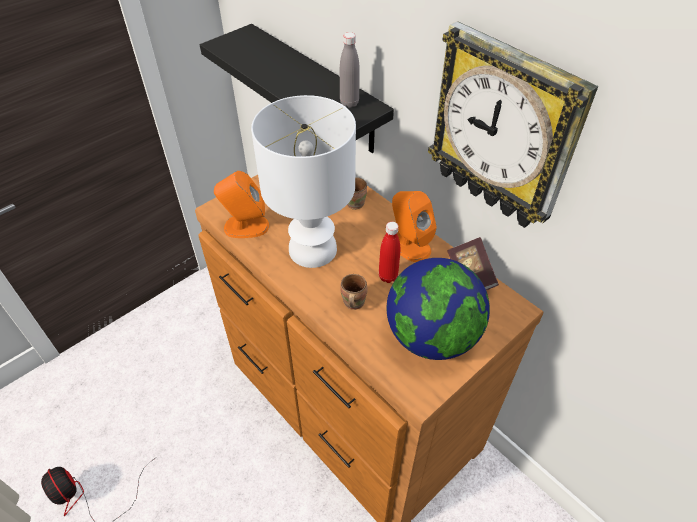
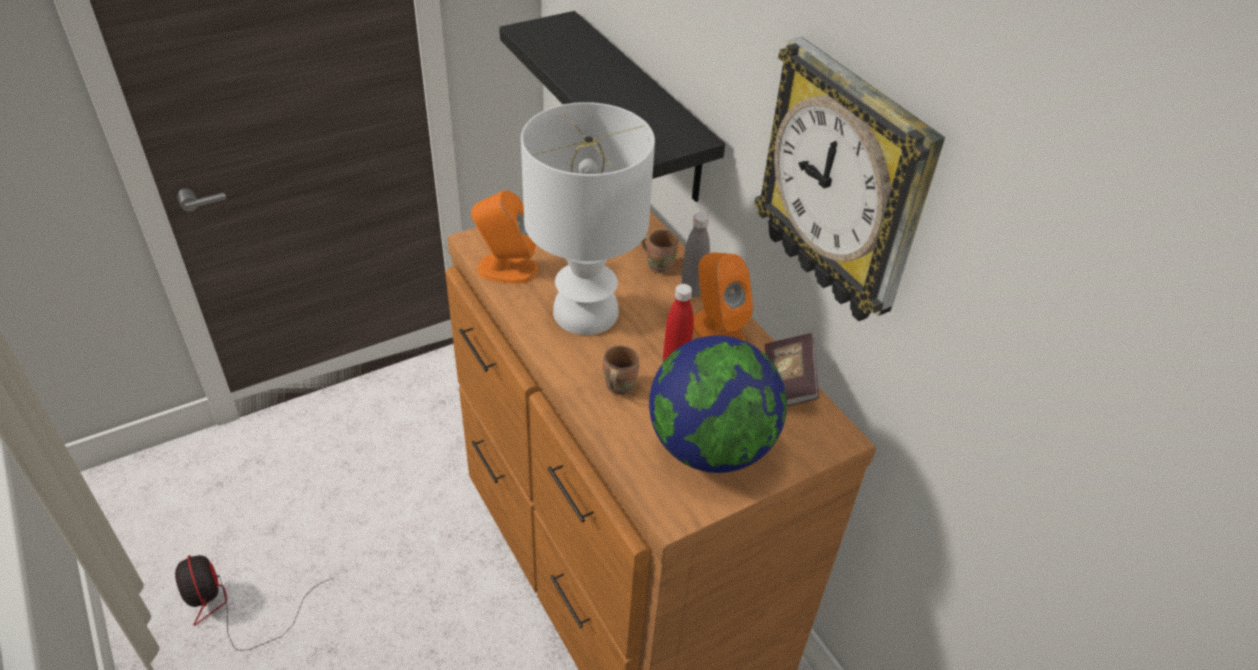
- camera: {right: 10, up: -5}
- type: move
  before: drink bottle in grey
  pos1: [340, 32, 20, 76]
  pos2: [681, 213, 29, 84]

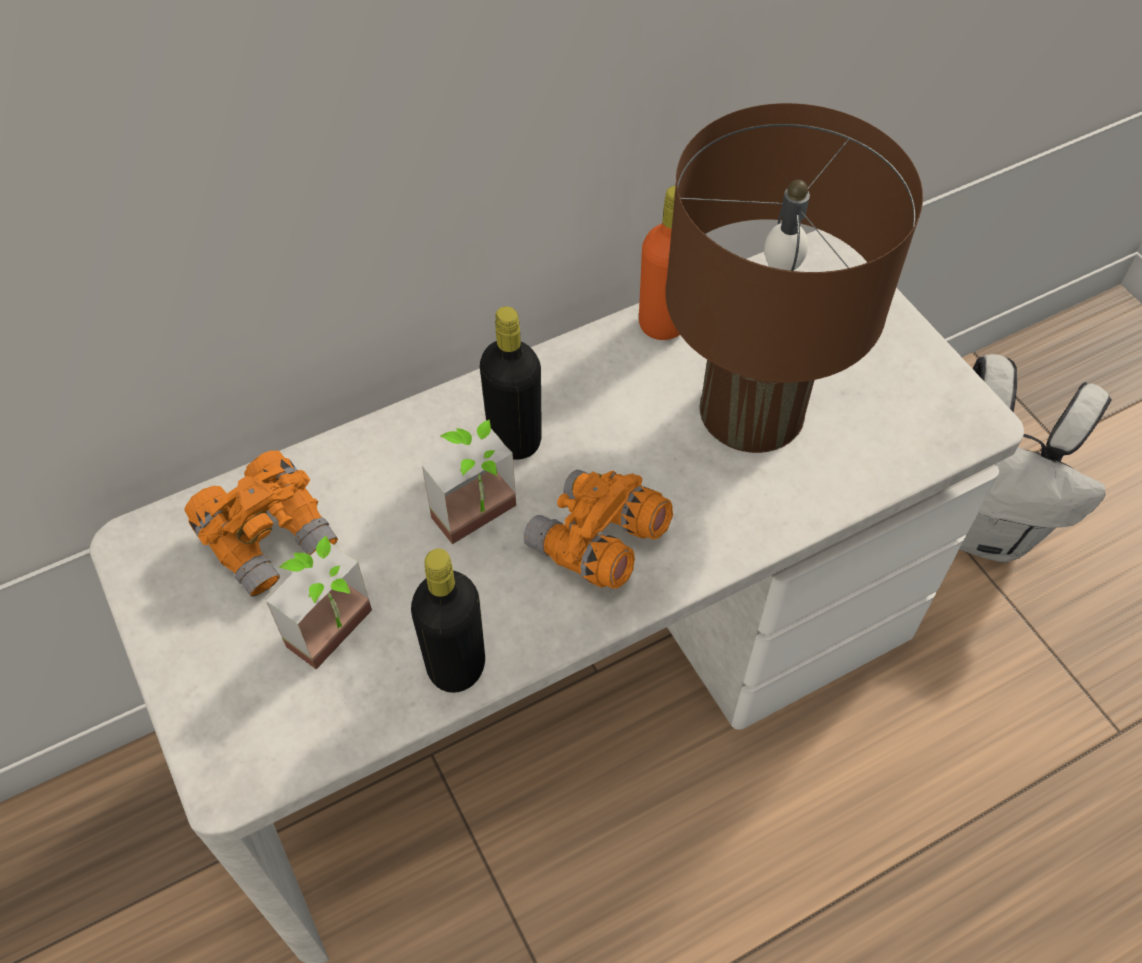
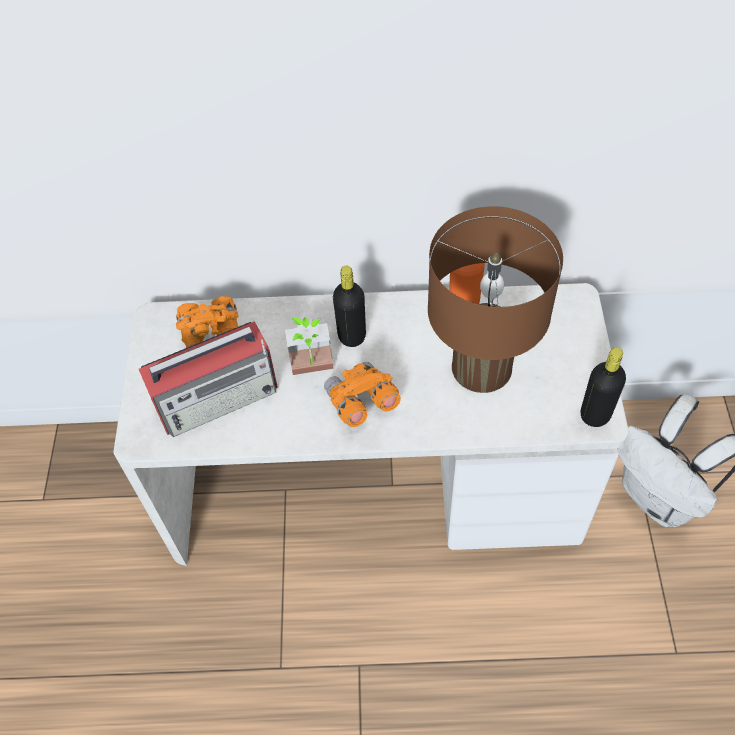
- camera: {right: 30, up: 0}
- type: move
  before: drink bottle in blackish
  pos1: [411, 549, 74, 144]
  pos2: [581, 347, 45, 80]
- type: replace
  before: houseplant
  after: radio receiver
  pos1: [266, 536, 106, 133]
  pos2: [139, 321, 139, 116]

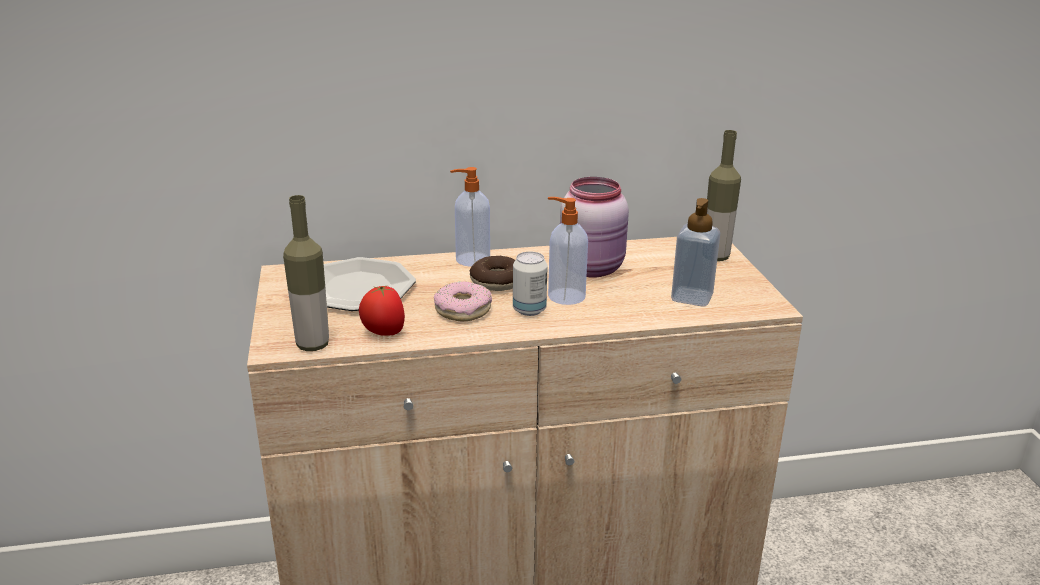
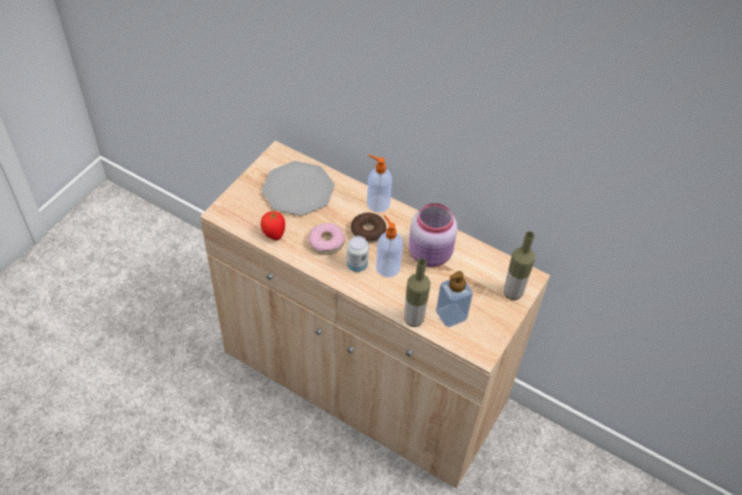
- camera: {right: 40, up: 25}
- type: move
  before: drink bottle
  pos1: [283, 195, 46, 156]
  pos2: [404, 258, 26, 69]

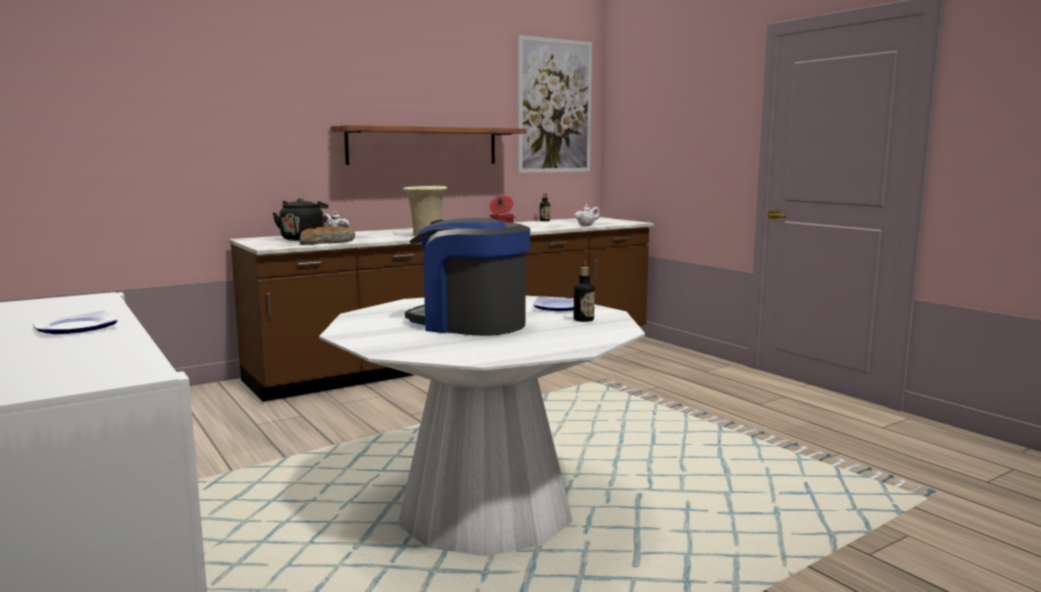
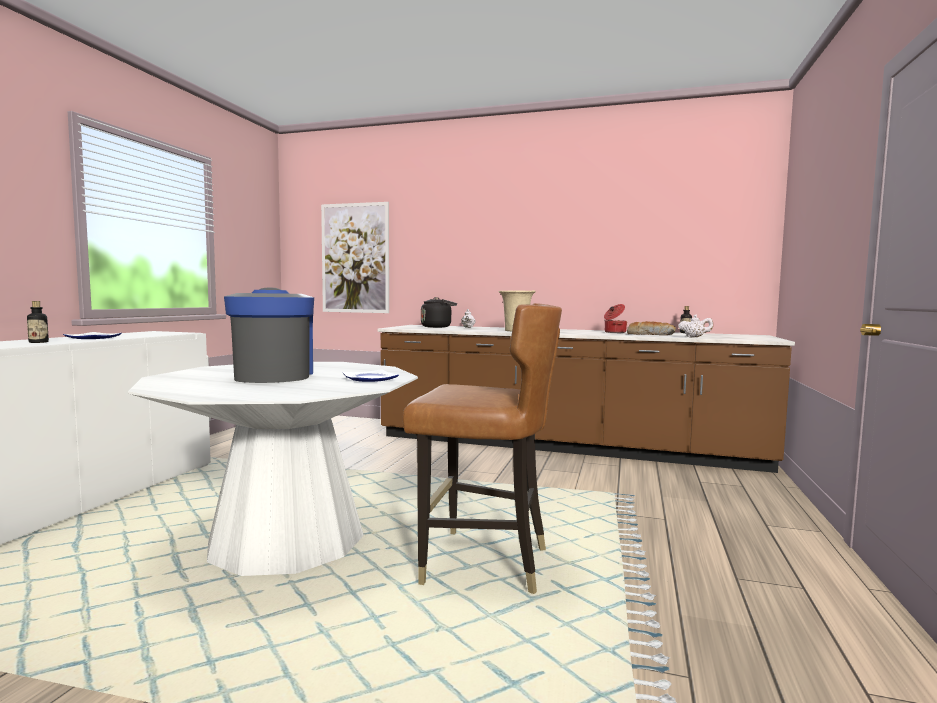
- camera: {right: 50, up: -5}
- type: delete
  before: wall shelf
  pos1: [330, 125, 197, 40]
- type: insert
  after: plain chair in brown
  pos2: [403, 303, 159, 291]
- type: move
  before: bakery bread
  pos1: [299, 227, 56, 18]
  pos2: [627, 321, 49, 14]
- type: move
  before: wall picture
  pos1: [518, 35, 74, 138]
  pos2: [321, 202, 68, 111]
- type: move
  before: drink bottle
  pos1: [574, 267, 21, 55]
  pos2: [27, 301, 22, 42]

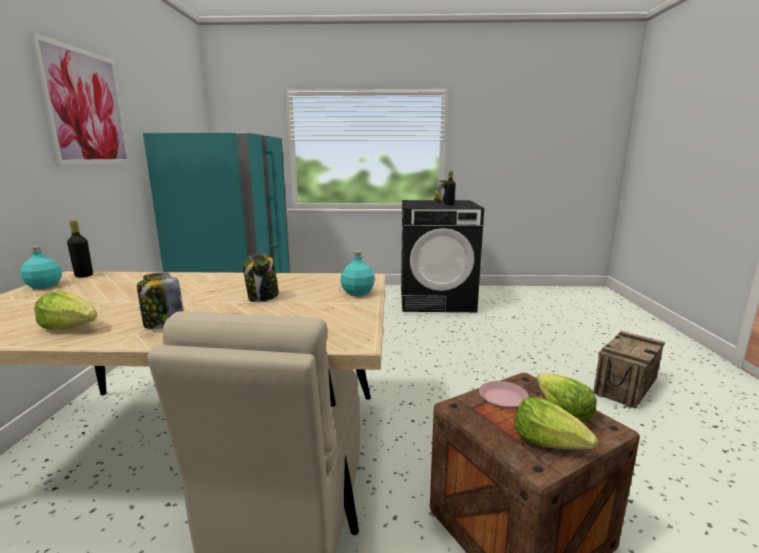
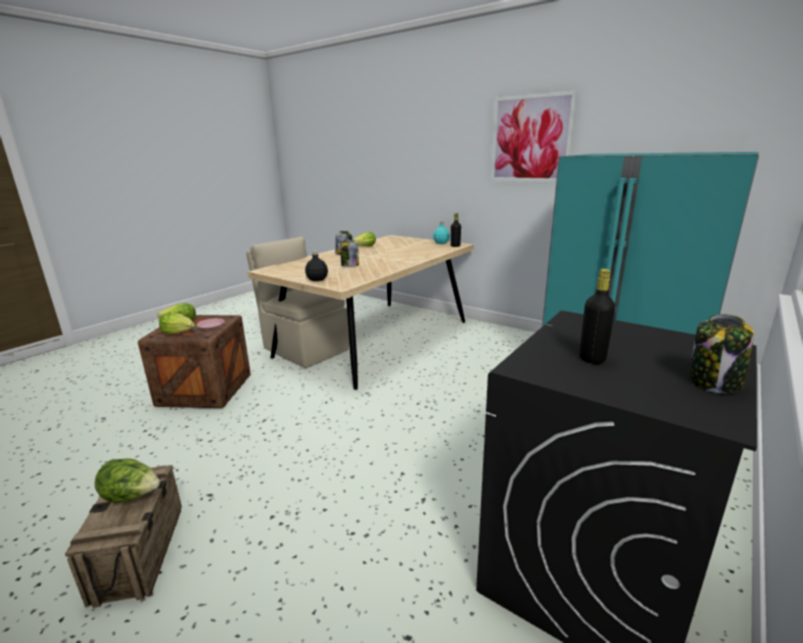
- camera: {right: 125, up: 5}
- type: insert
  after: lettuce
  pos2: [95, 458, 65, 45]
- type: recolor
  before: drink bottle in turquoise
  after: drink bottle in blackish
  pos1: [340, 251, 35, 45]
  pos2: [305, 251, 23, 30]

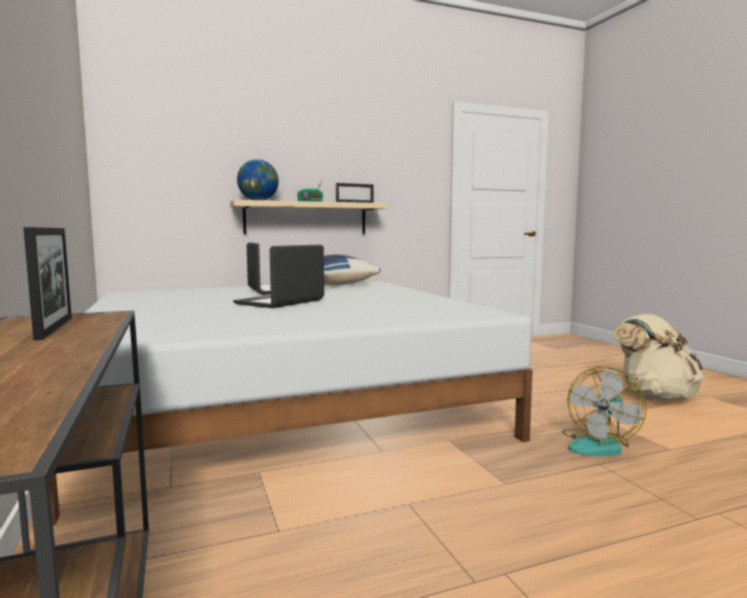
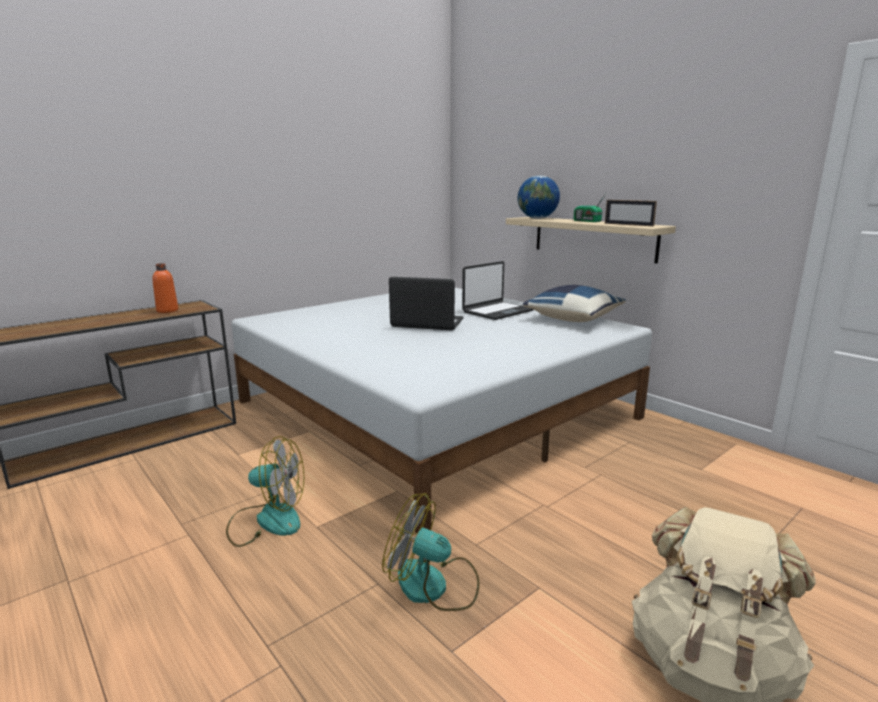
- camera: {right: 70, up: 10}
- type: insert
  after: electric fan
  pos2: [226, 436, 78, 111]
- type: replace
  before: picture frame
  after: drink bottle in orangey
  pos1: [23, 227, 49, 113]
  pos2: [152, 263, 26, 50]

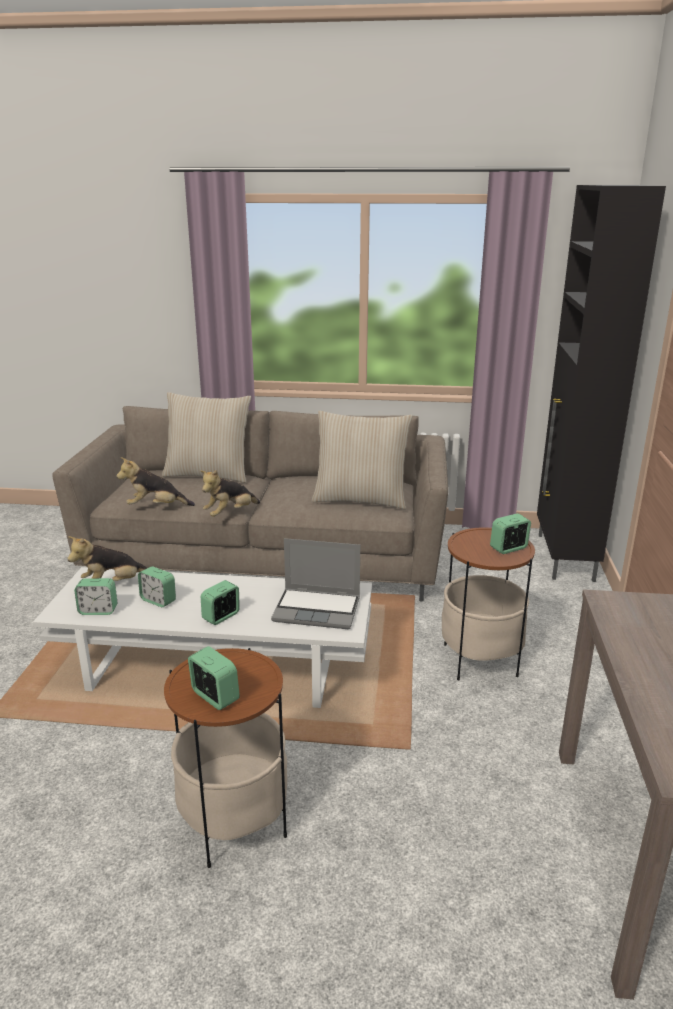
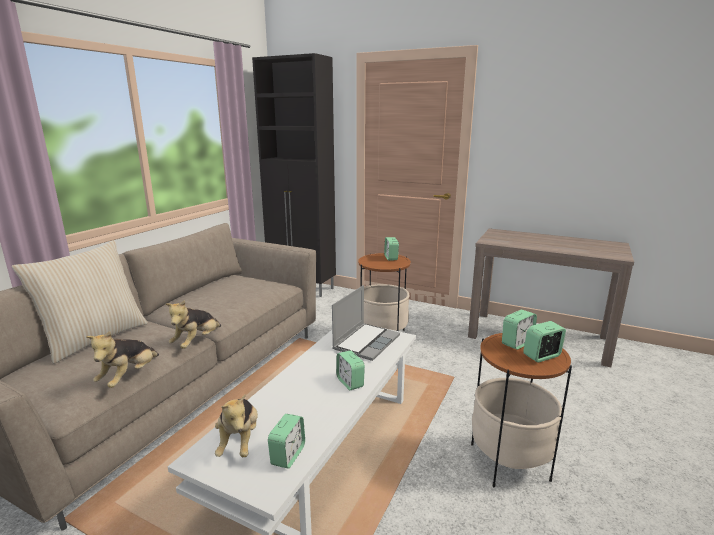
- camera: {right: -70, up: -5}
- type: delete
  before: pillow in beige-coloured
  pos1: [312, 411, 100, 98]
- type: move
  before: table clock
  pos1: [138, 566, 38, 41]
  pos2: [502, 310, 35, 40]
- type: rotate
  before: plush toy
  pos1: [200, 470, 60, 47]
  pos2: [166, 300, 55, 49]
  turn: 45

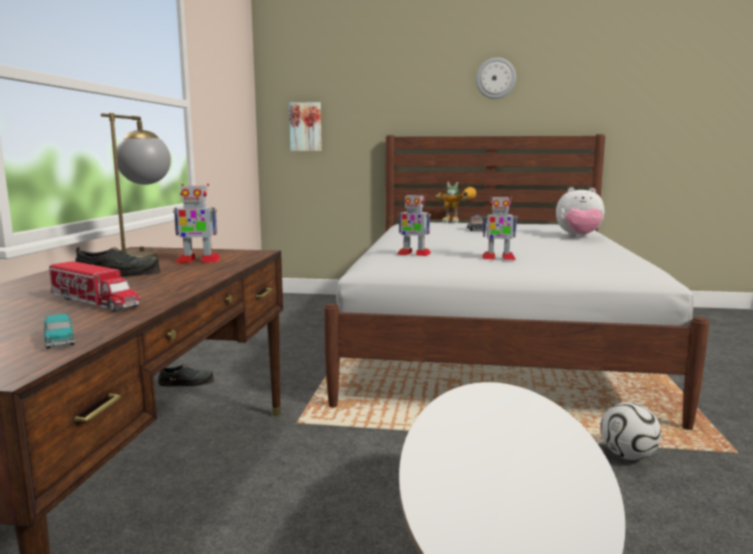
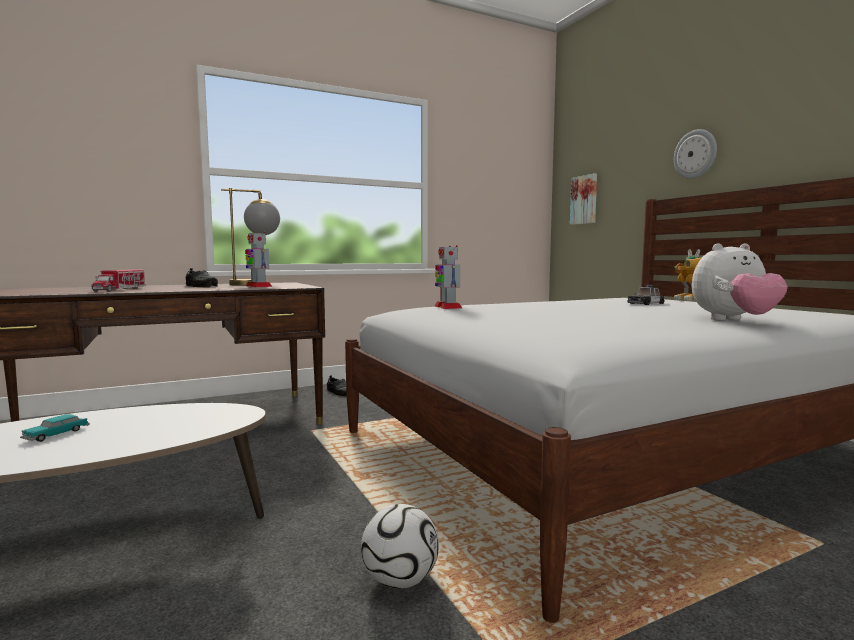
- camera: {right: 55, up: -5}
- type: delete
  before: robot figure
  pos1: [482, 196, 35, 64]
- type: move
  before: miniature car
  pos1: [43, 314, 32, 34]
  pos2: [20, 414, 70, 28]
- type: move
  before: wall clock
  pos1: [476, 58, 40, 41]
  pos2: [674, 129, 43, 50]
- type: rotate
  before: plush toy
  pos1: [556, 187, 48, 50]
  pos2: [692, 243, 96, 77]
  turn: -75

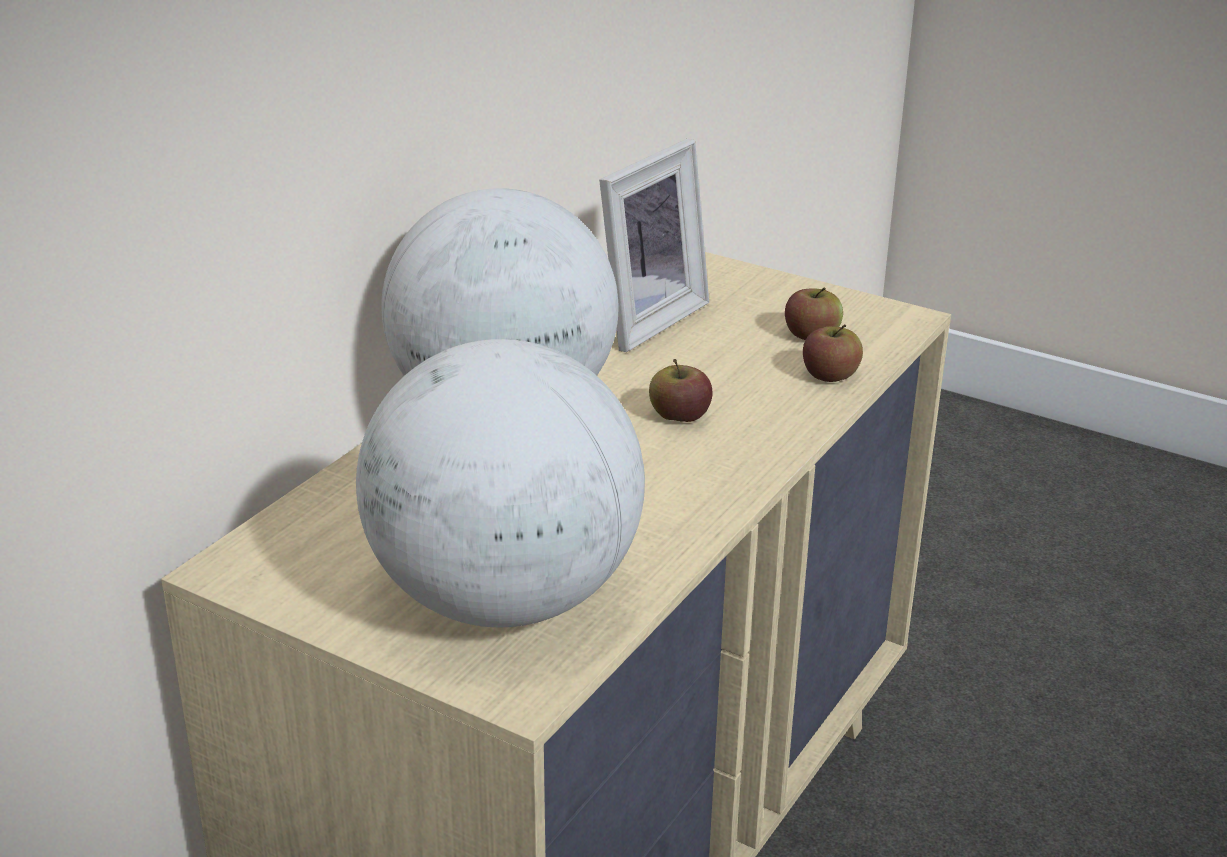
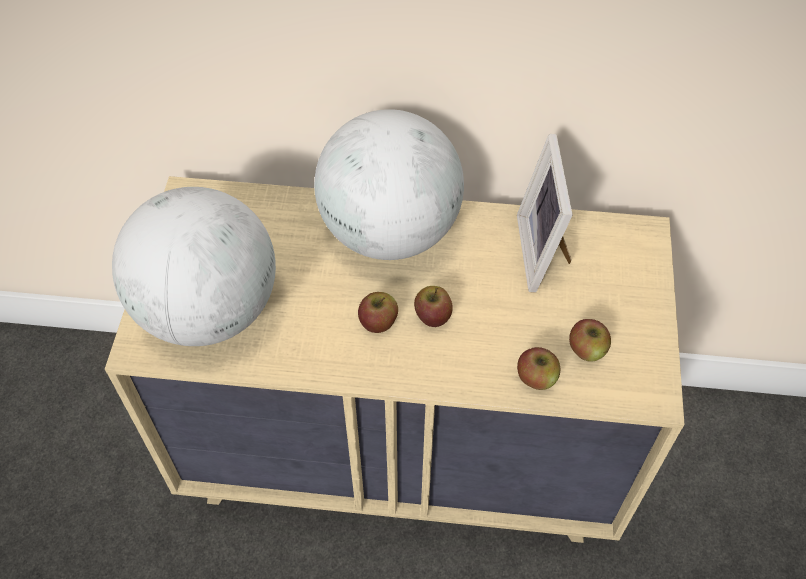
- camera: {right: 65, up: 25}
- type: insert
  after: apple fruit
  pos2: [358, 292, 40, 41]
- type: rotate
  before: picture frame
  pos1: [599, 139, 110, 213]
  pos2: [517, 134, 56, 159]
  turn: 75

